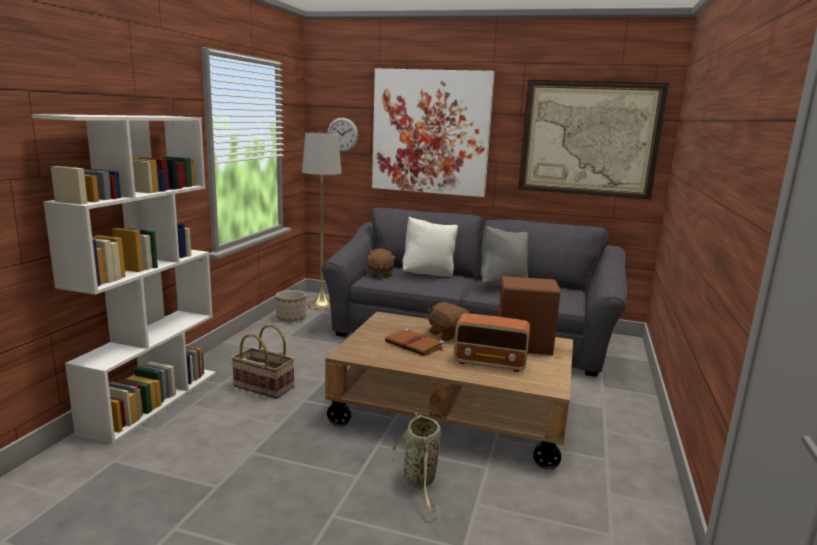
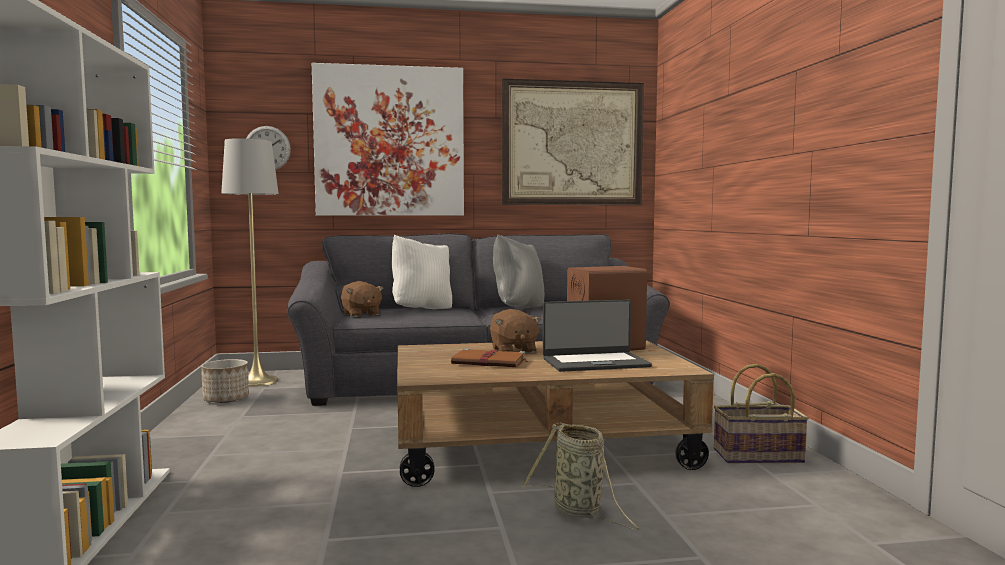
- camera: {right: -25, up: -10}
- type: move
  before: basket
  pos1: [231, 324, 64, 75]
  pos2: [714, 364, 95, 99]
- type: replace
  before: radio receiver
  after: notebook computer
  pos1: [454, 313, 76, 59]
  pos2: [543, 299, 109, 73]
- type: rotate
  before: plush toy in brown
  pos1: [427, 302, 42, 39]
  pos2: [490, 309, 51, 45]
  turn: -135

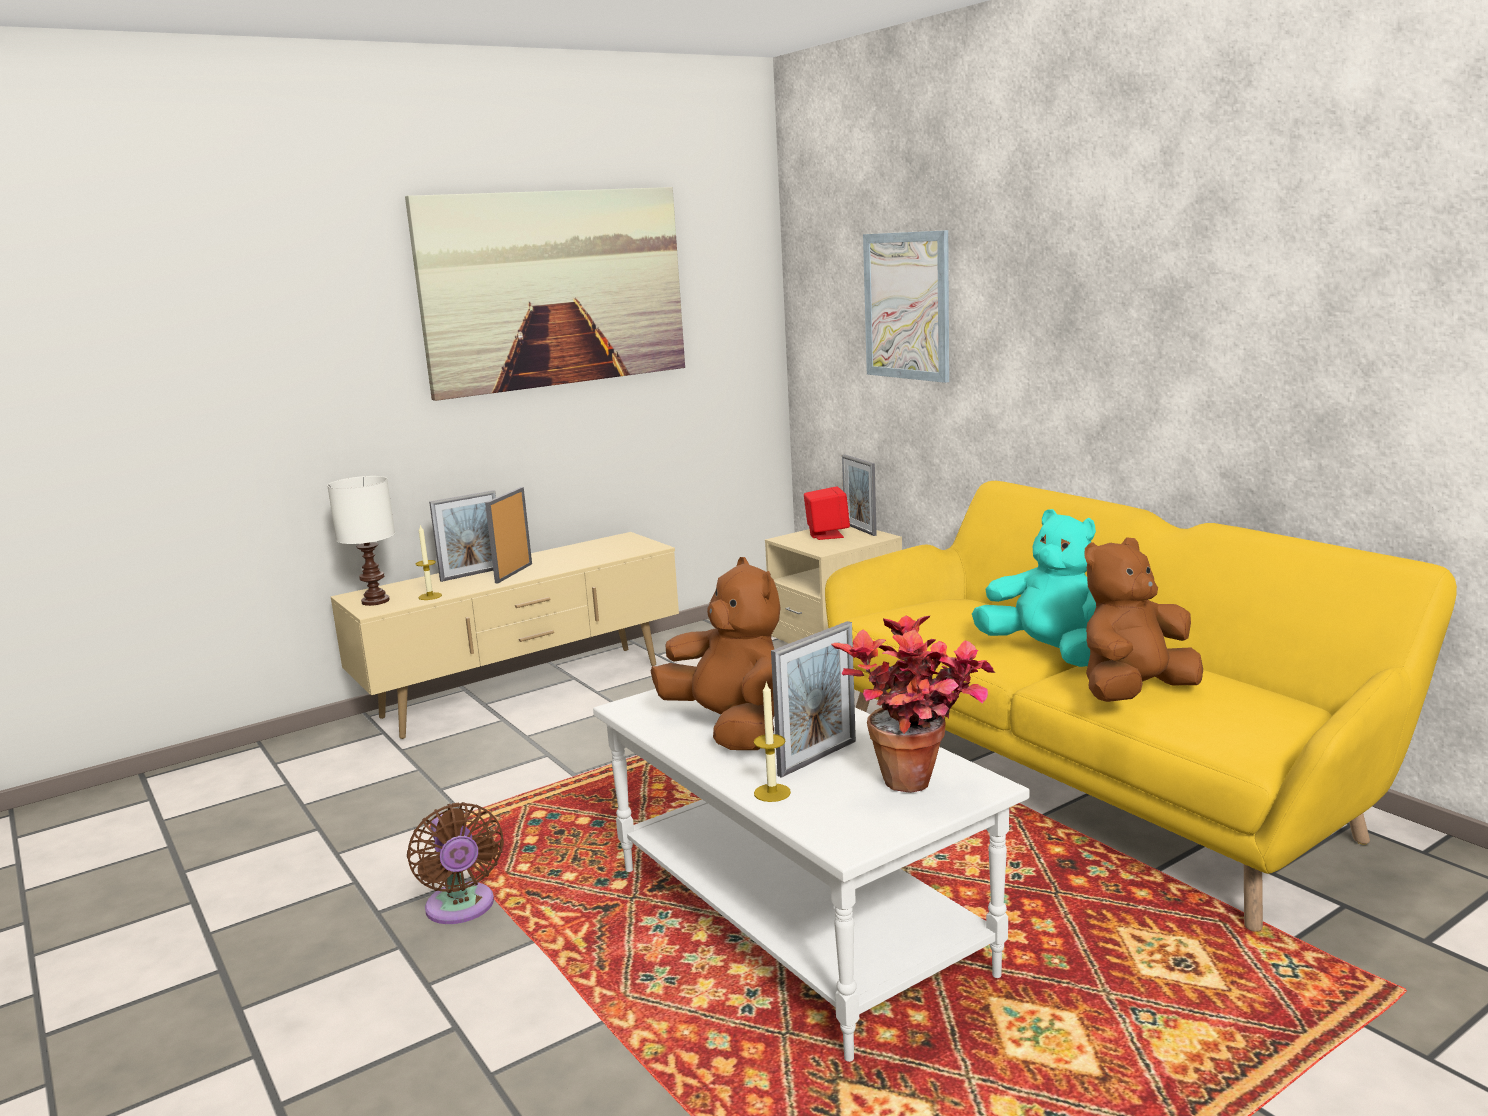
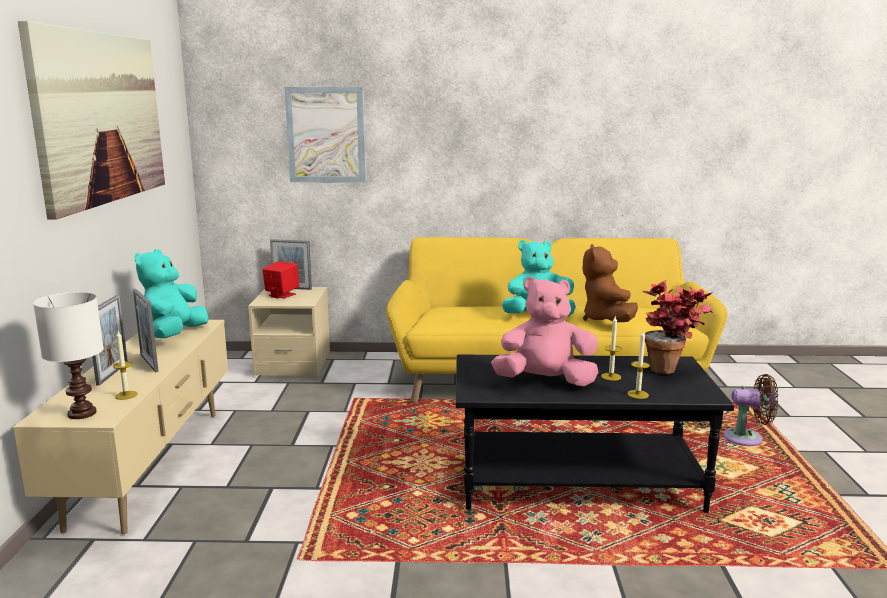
- camera: {right: -55, up: 0}
- type: insert
  after: plush toy in turquoise
  pos2: [134, 249, 75, 89]
- type: move
  before: electric fan in brown
  pos1: [407, 802, 97, 122]
  pos2: [723, 374, 55, 72]
- type: replace
  before: picture frame
  after: wax light
  pos1: [771, 621, 85, 157]
  pos2: [601, 316, 21, 65]
- type: recolor
  before: low table in white-coloured
  after: low table in blackish
  pos1: [593, 689, 436, 373]
  pos2: [456, 354, 278, 159]
- type: recolor
  before: plush toy in brown
  after: plush toy in pink
  pos1: [650, 557, 131, 193]
  pos2: [491, 277, 108, 109]

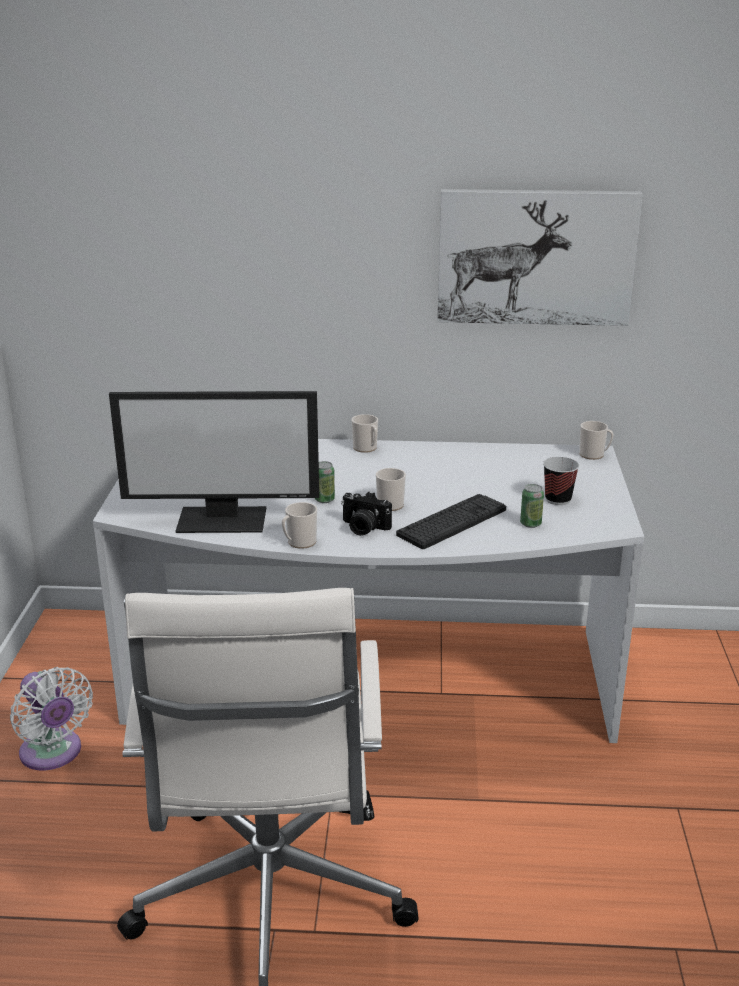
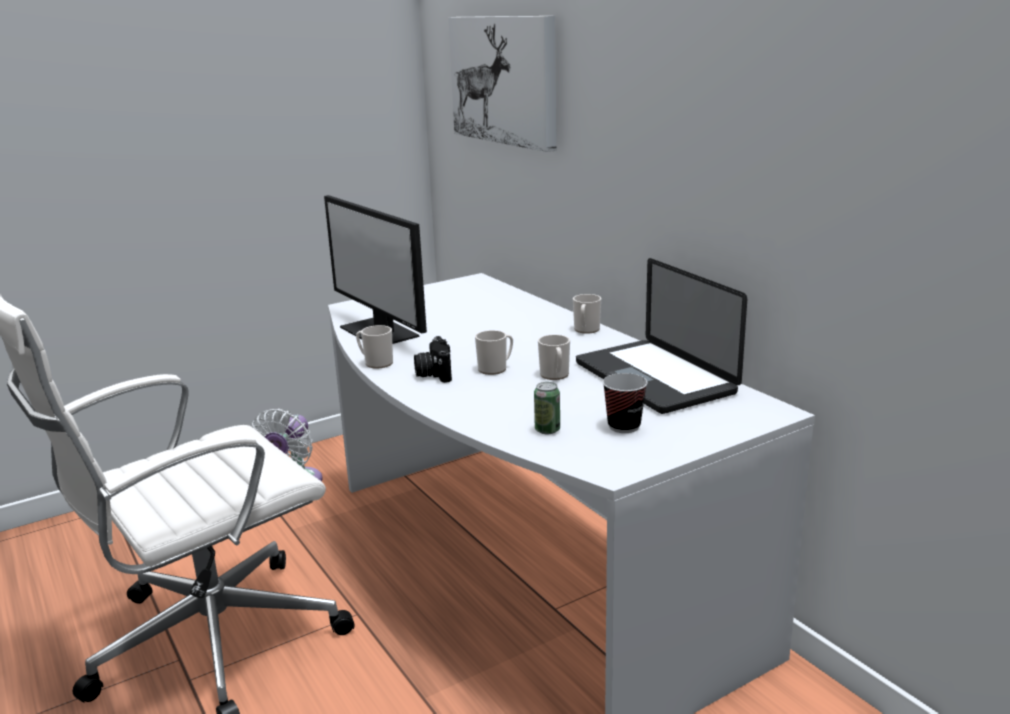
- camera: {right: 55, up: -5}
- type: delete
  before: sealed can
  pos1: [315, 461, 20, 42]
- type: delete
  before: computer keyboard
  pos1: [396, 494, 110, 55]
- type: insert
  after: notebook computer
  pos2: [576, 258, 171, 156]
- type: move
  before: wall picture
  pos1: [437, 189, 206, 137]
  pos2: [448, 16, 109, 136]
- type: move
  before: mug
  pos1: [579, 421, 35, 39]
  pos2: [538, 334, 32, 46]

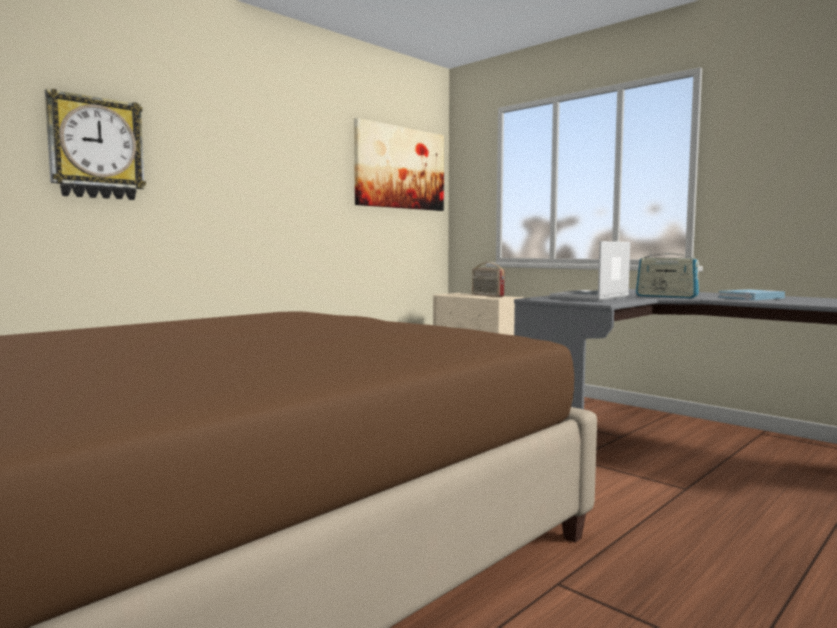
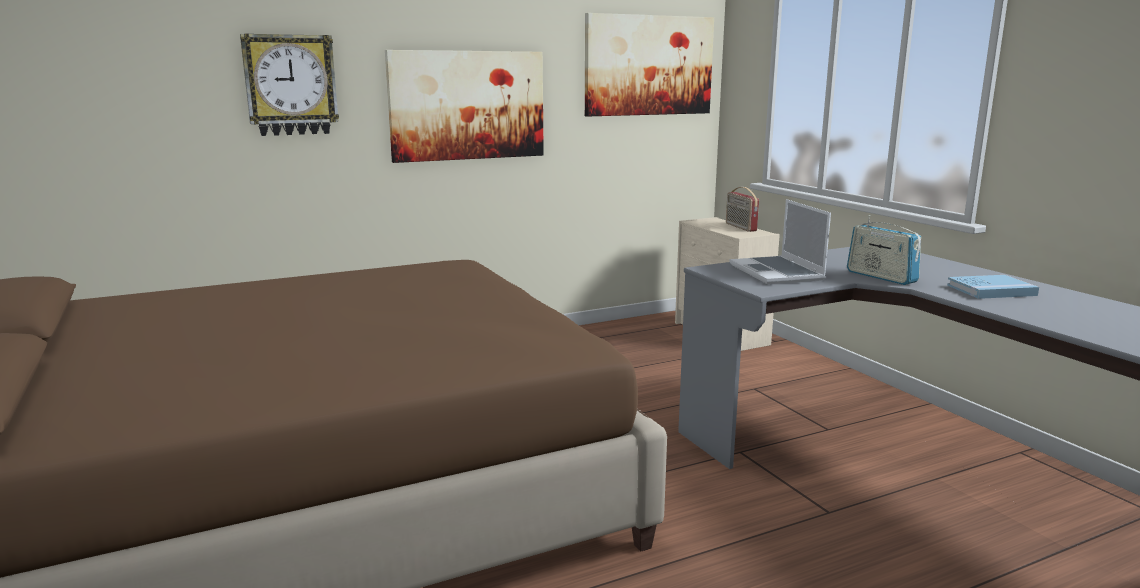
- camera: {right: 20, up: 10}
- type: insert
  after: wall picture
  pos2: [385, 50, 159, 113]
- type: rotate
  before: notebook computer
  pos1: [550, 241, 80, 60]
  pos2: [729, 199, 102, 85]
  turn: -75

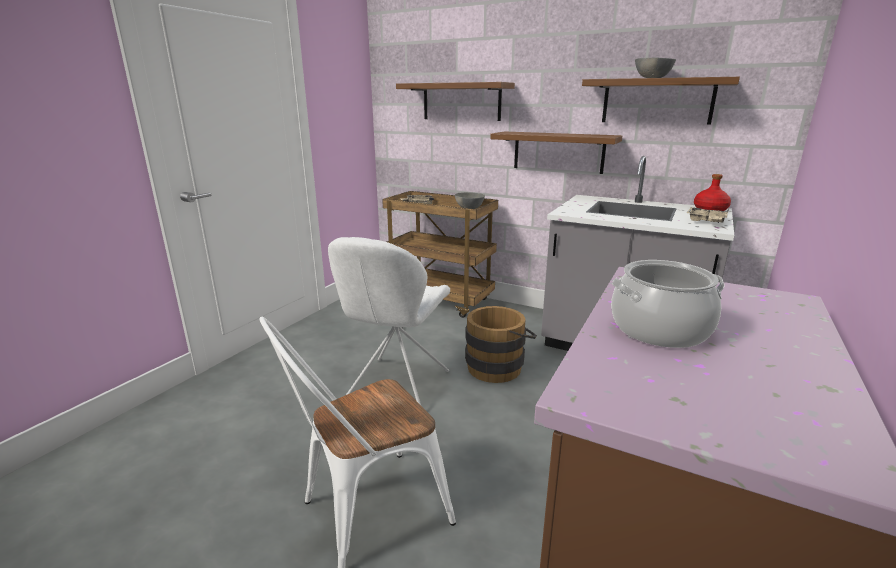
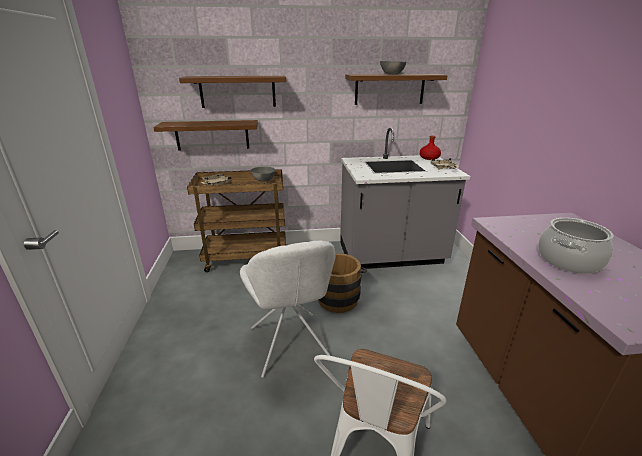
- camera: {right: -35, up: 5}
- type: move
  before: wall shelf
  pos1: [490, 131, 132, 43]
  pos2: [153, 120, 105, 31]

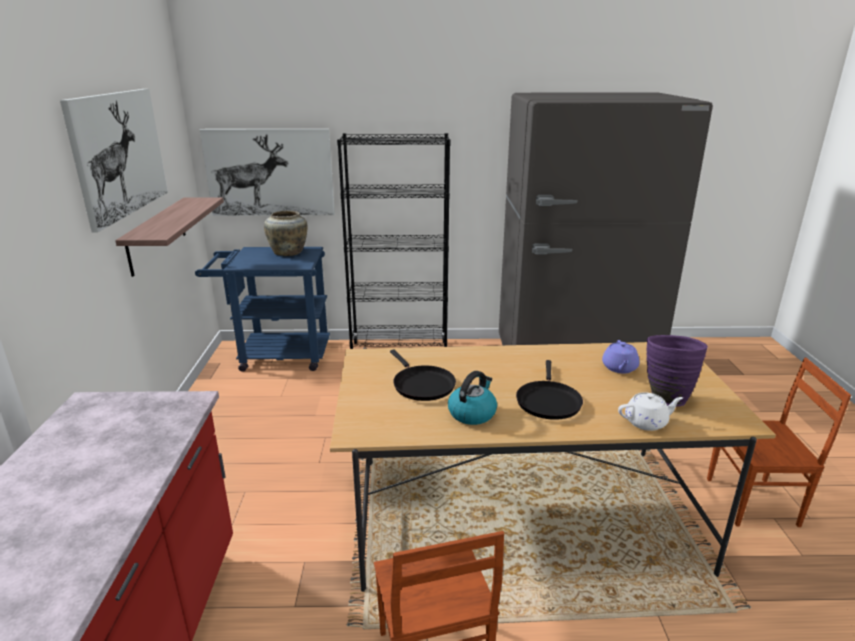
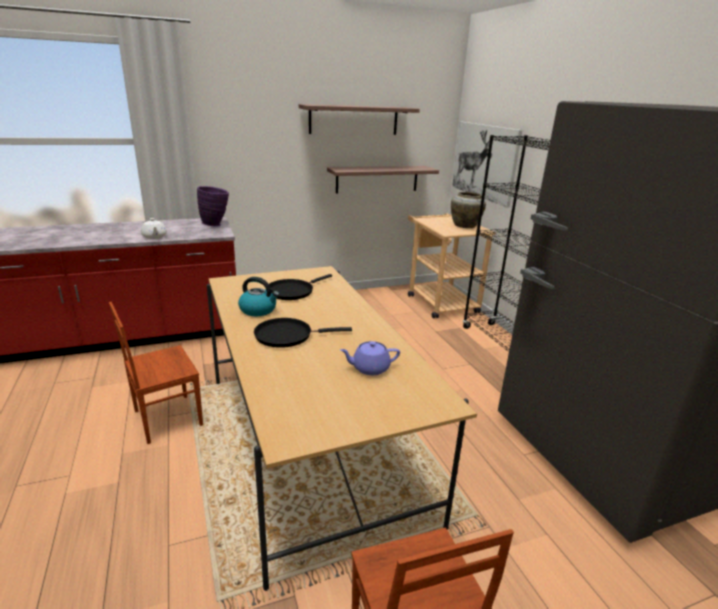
- camera: {right: 70, up: 0}
- type: move
  before: tea pot in white-coloured
  pos1: [618, 393, 65, 38]
  pos2: [141, 218, 26, 21]
- type: move
  before: vase in purple-coloured
  pos1: [646, 335, 62, 72]
  pos2: [197, 186, 32, 41]
- type: replace
  before: wall picture
  after: wall shelf
  pos1: [60, 89, 108, 143]
  pos2: [299, 104, 121, 31]
- type: recolor
  before: trolley in blue-coloured
  after: trolley in beige-coloured
  pos1: [195, 247, 135, 125]
  pos2: [408, 213, 88, 105]

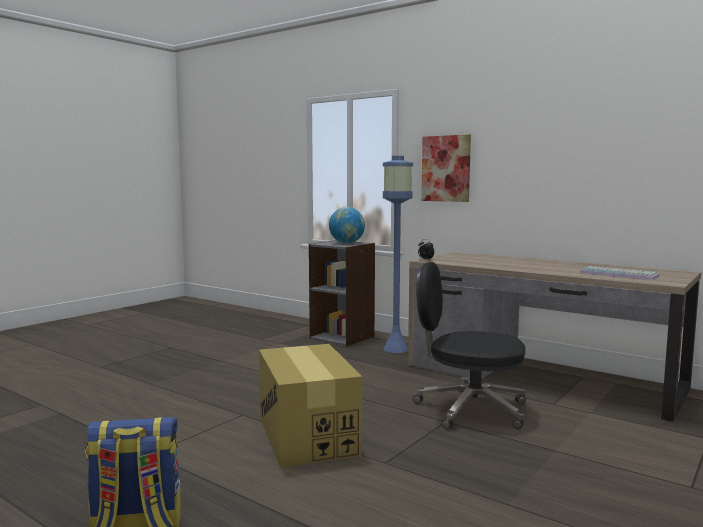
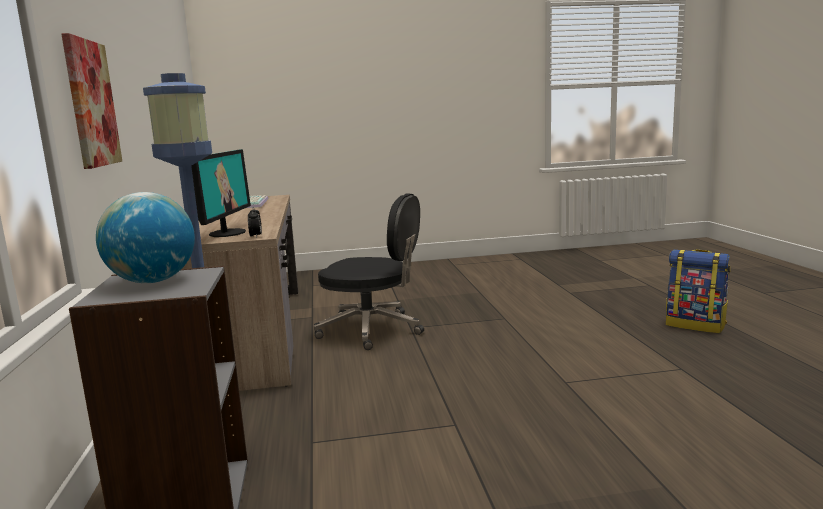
- camera: {right: -135, up: 5}
- type: delete
  before: packing box
  pos1: [259, 344, 103, 124]
- type: insert
  after: monitor
  pos2: [191, 149, 60, 88]
- type: rotate
  before: desk chair in blackish
  pos1: [413, 262, 113, 167]
  pos2: [313, 193, 111, 157]
  turn: -45

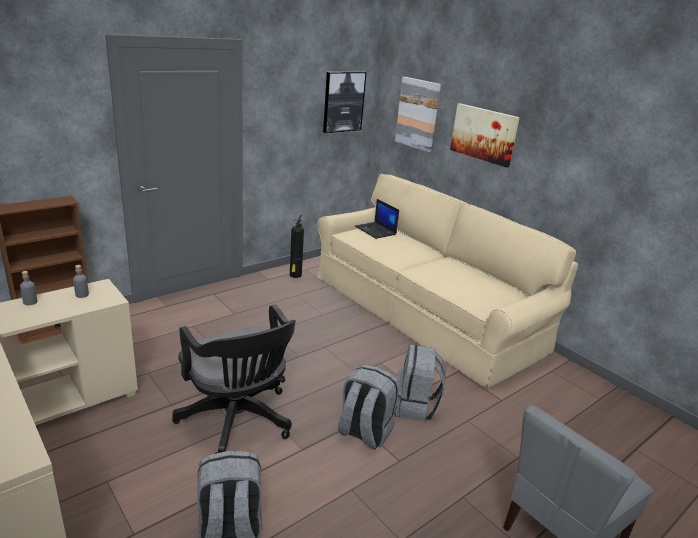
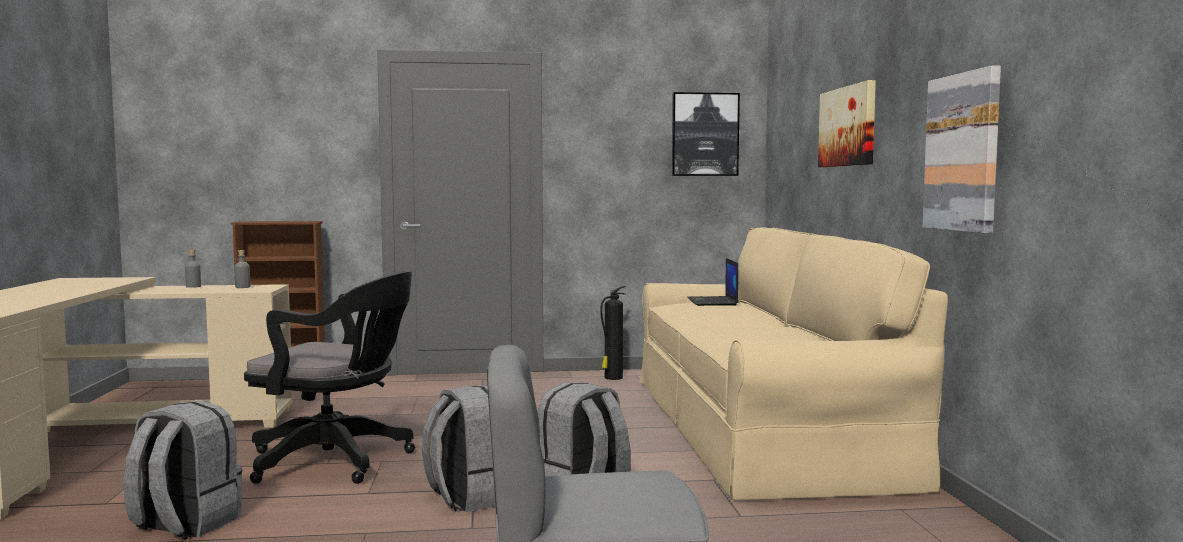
- camera: {right: 35, up: -20}
- type: move
  before: wall picture
  pos1: [395, 77, 46, 75]
  pos2: [923, 65, 78, 169]
- type: rotate
  before: desk chair in blackish
  pos1: [172, 305, 124, 149]
  pos2: [244, 271, 171, 213]
  turn: -75

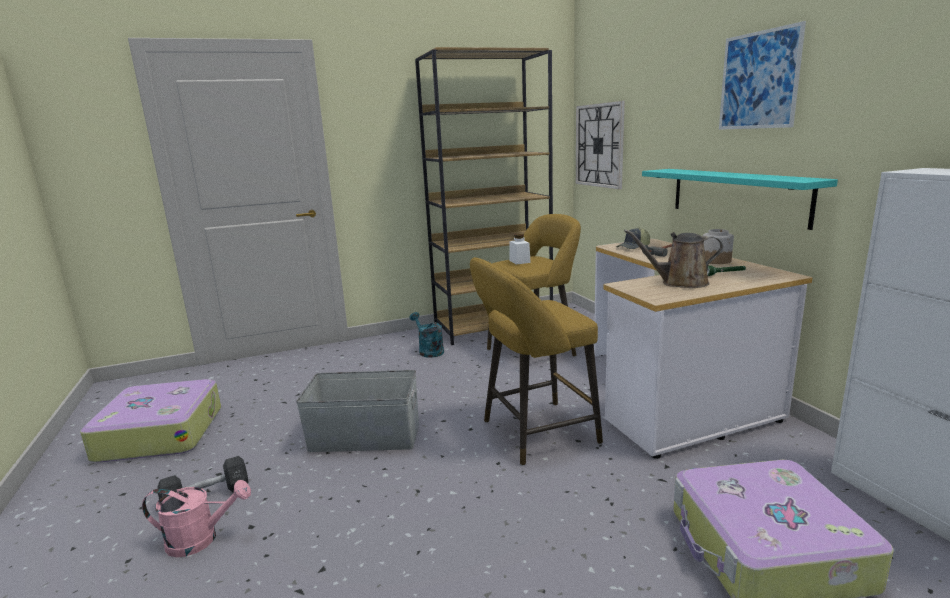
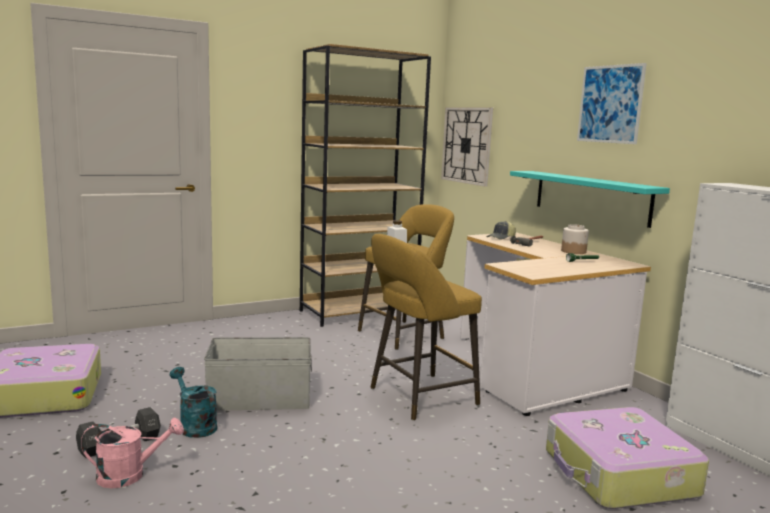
- camera: {right: -10, up: -5}
- type: delete
  before: sprinkling can in brown
  pos1: [624, 230, 99, 58]
- type: move
  before: sprinkling can in turquoise
  pos1: [410, 312, 34, 46]
  pos2: [170, 367, 47, 71]

